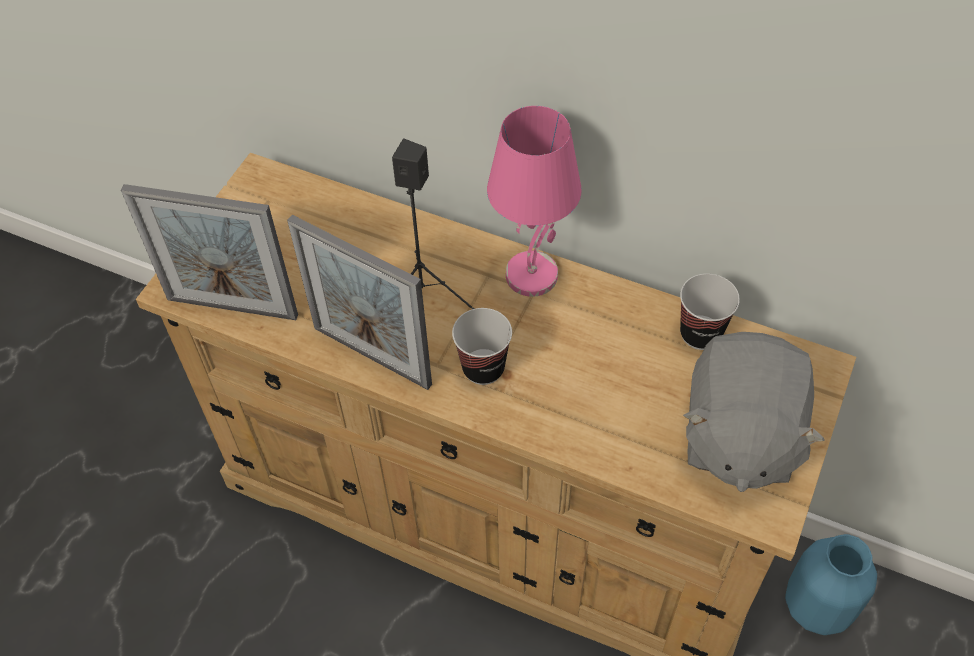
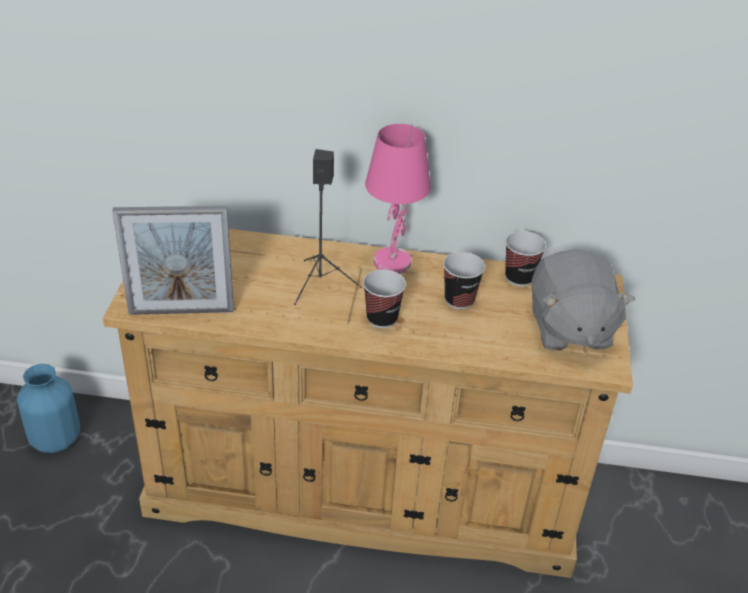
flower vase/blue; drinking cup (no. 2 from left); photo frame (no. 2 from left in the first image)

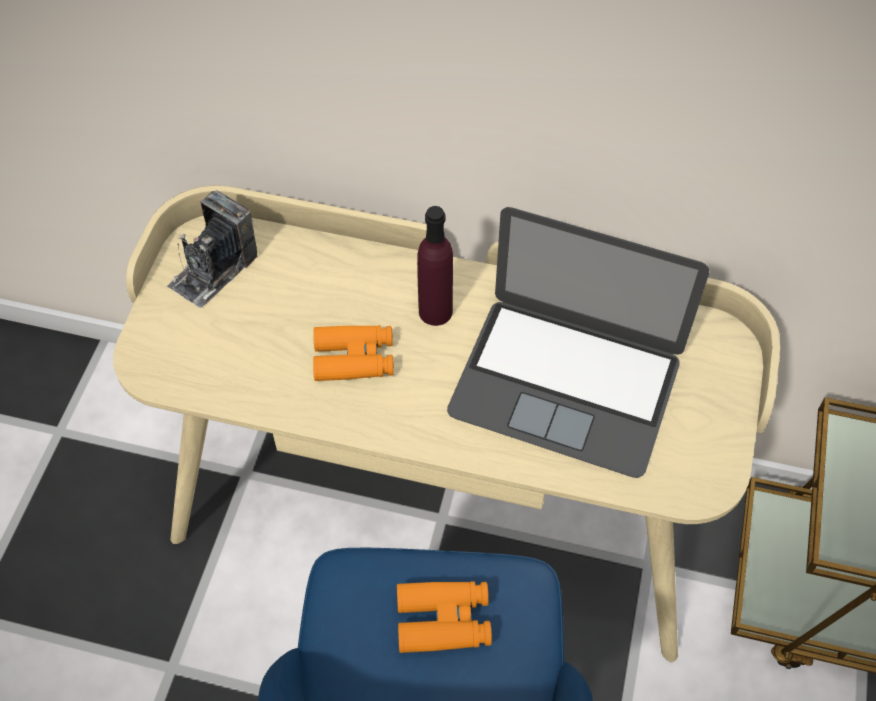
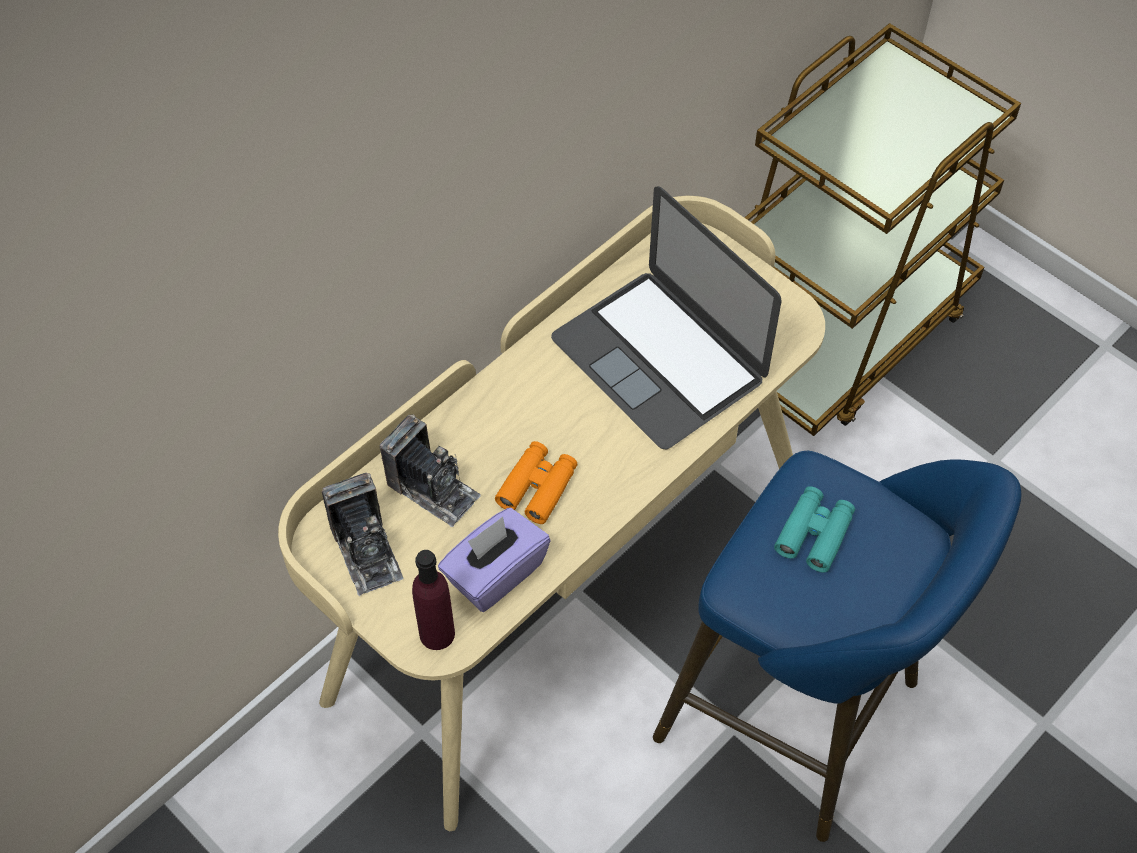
photo camera (no. 2 from left); beverage bottle/purple-coloured; box of tissues/purple-coloured; laptop; binoculars/blue-green

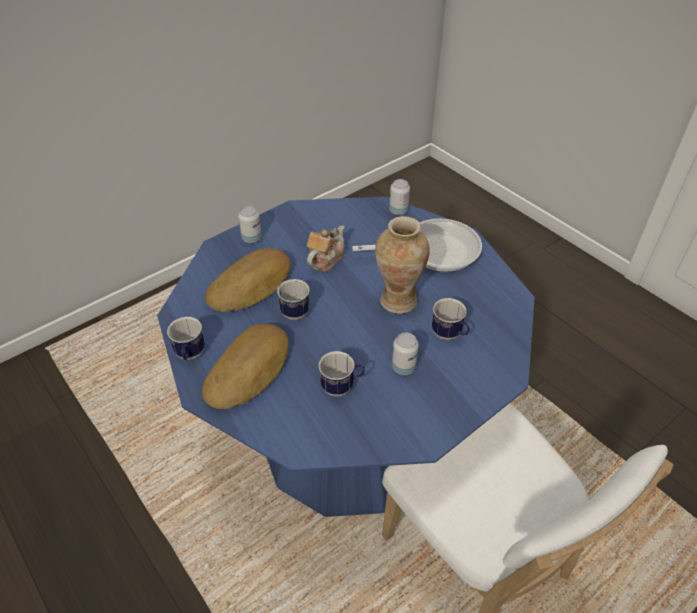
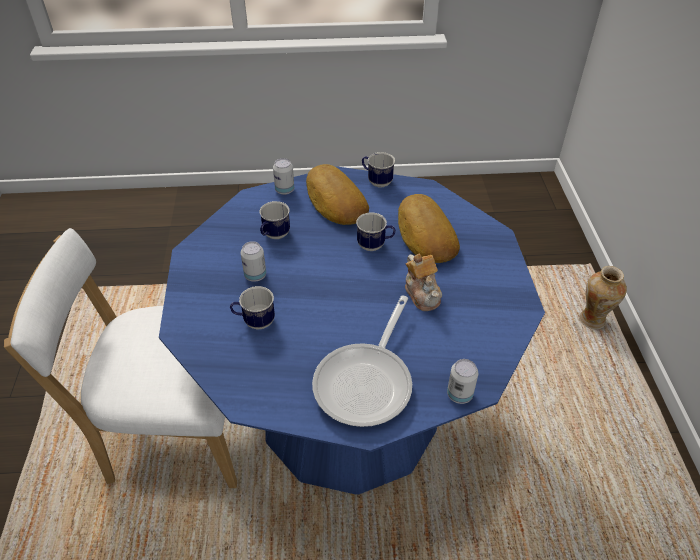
can (no. 2 from left); flower vase

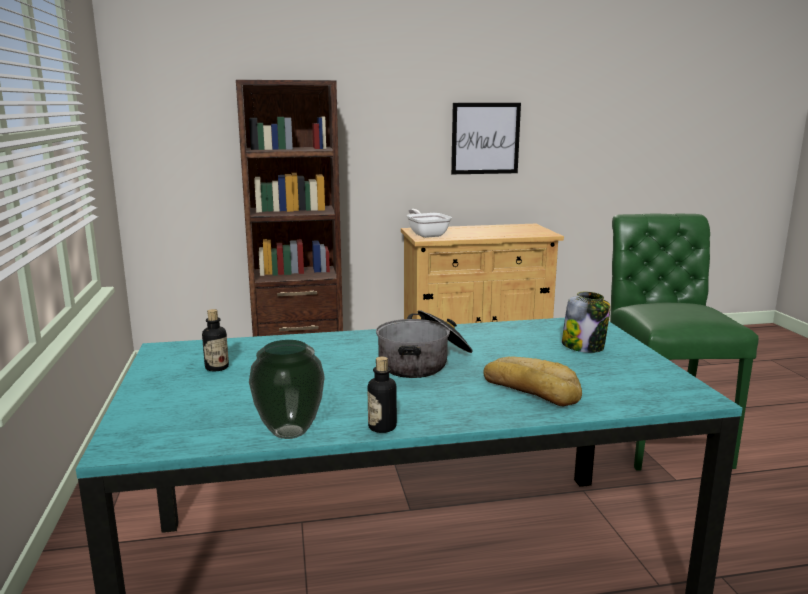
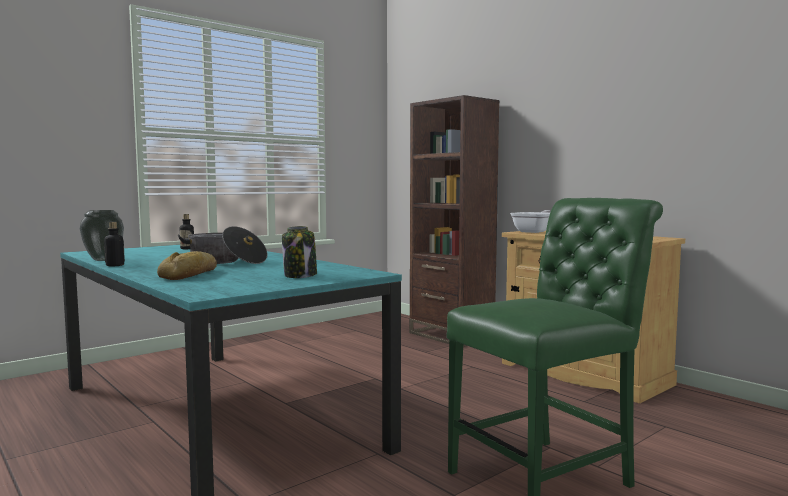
wall art

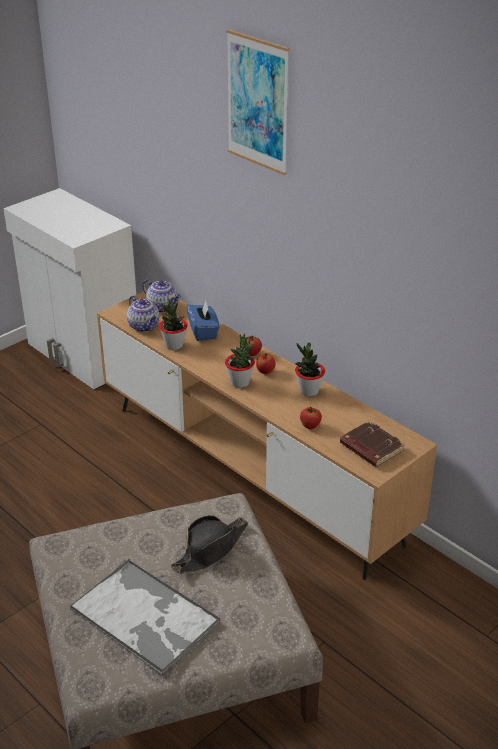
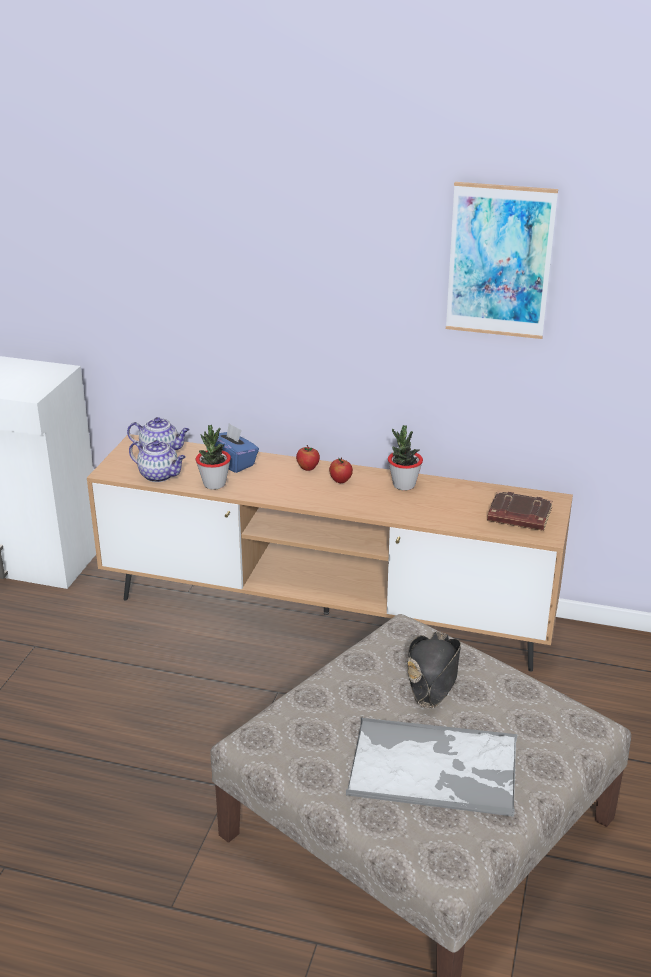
wall art; houseplant (no. 2 from left in the first image); apple (no. 3 from left in the first image)

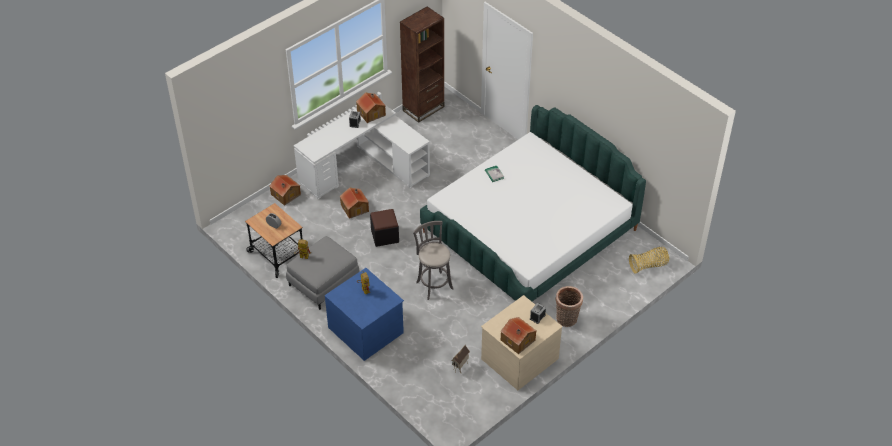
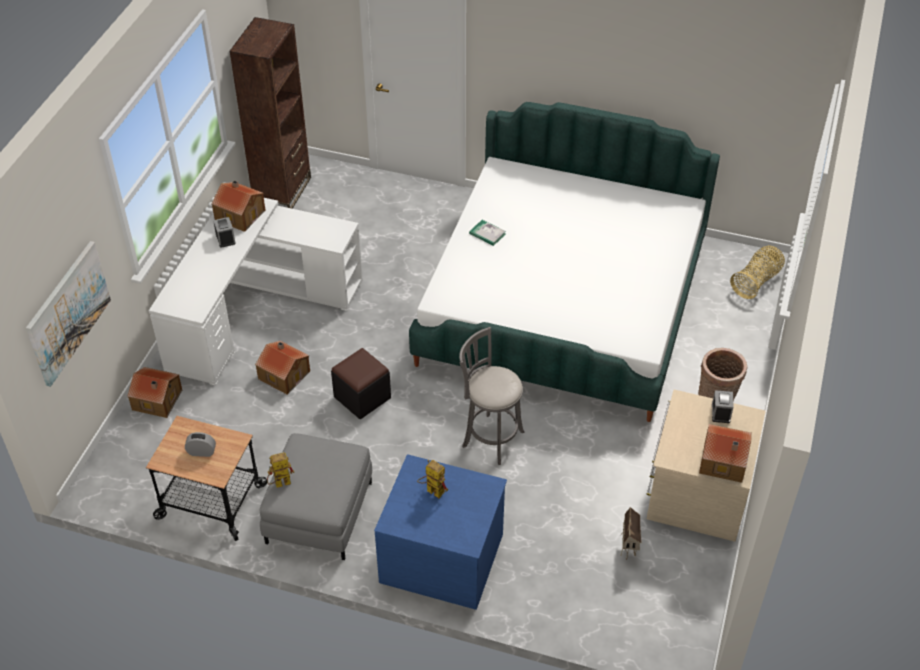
wall art

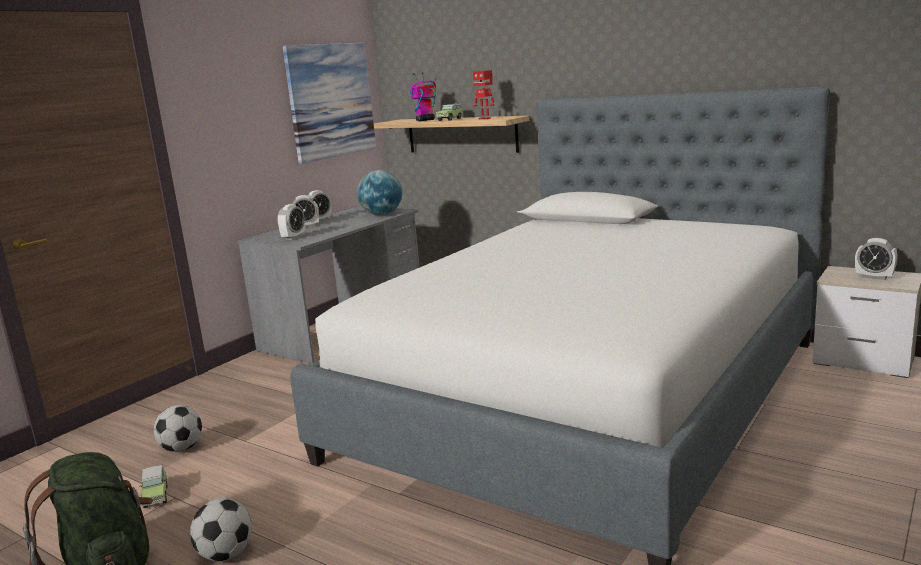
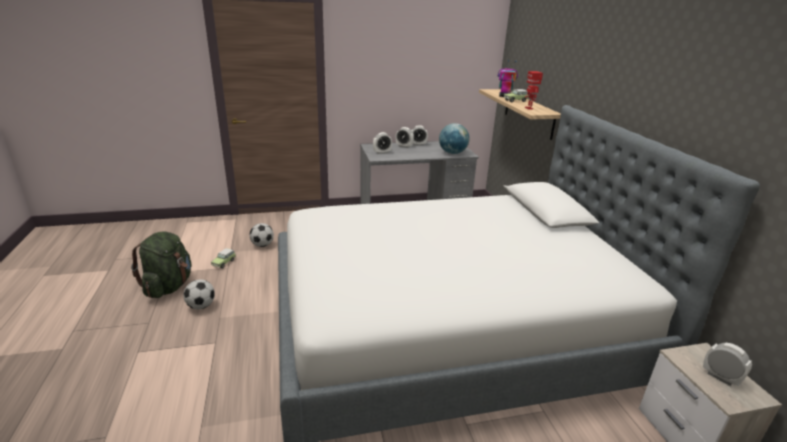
alarm clock (no. 4 from left); wall art

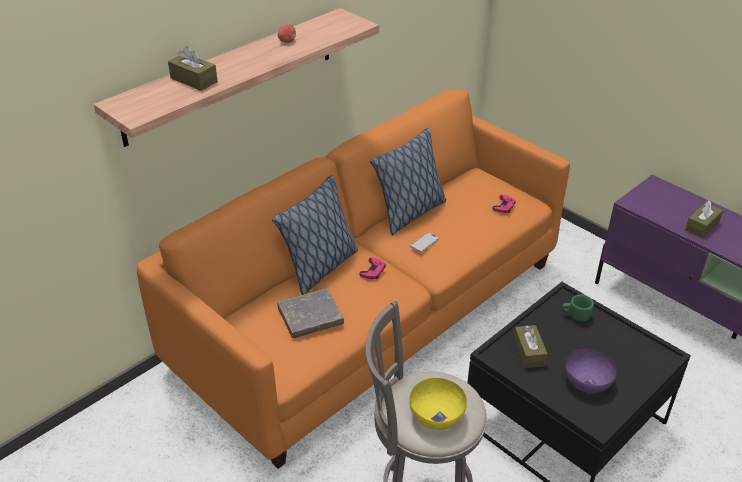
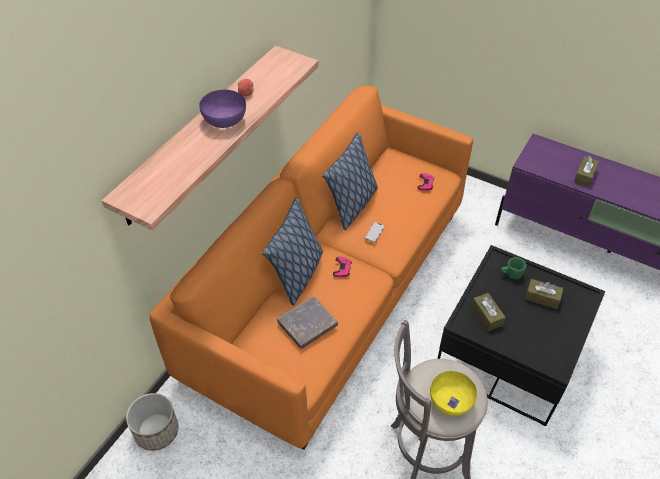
plant pot; bowl/purple-coloured; box of tissues/brownish (no. 2 from left)

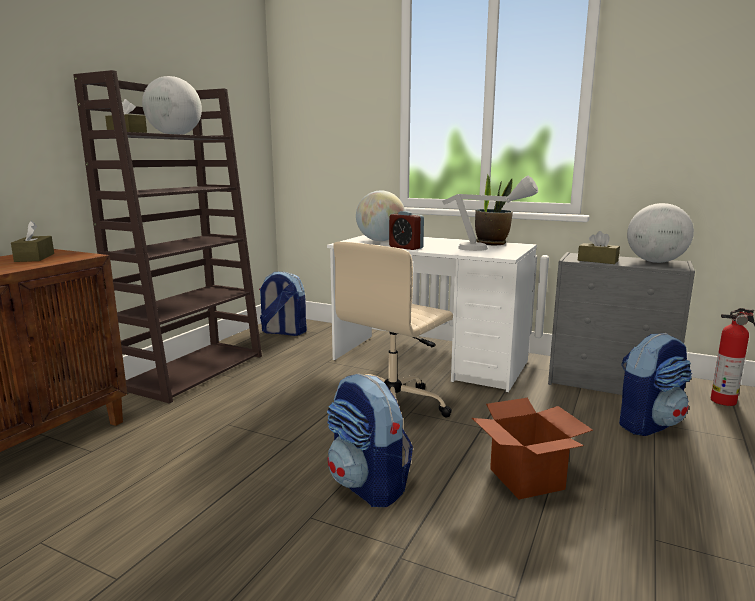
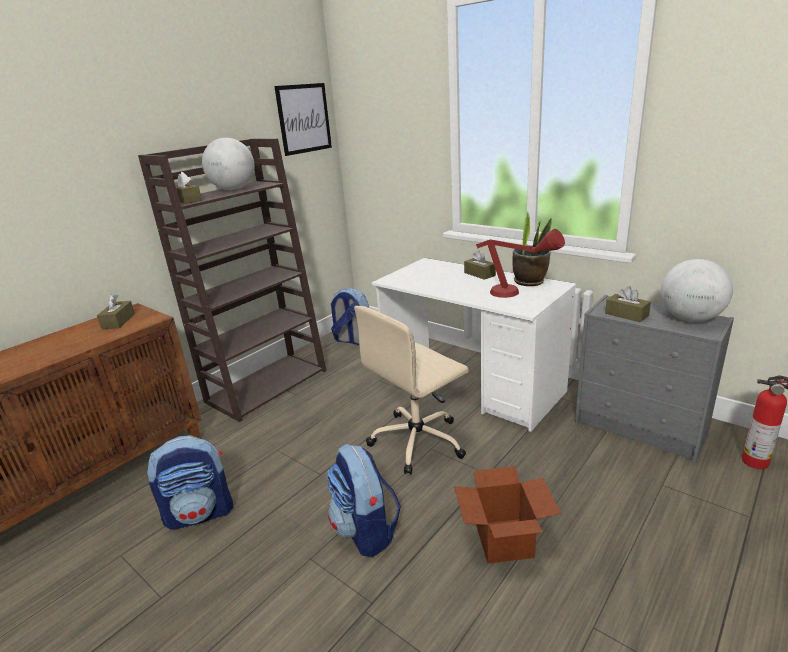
backpack (no. 1 from left); wall art; box of tissues/brownish (no. 3 from left); lamp for a table/reddish; globe (no. 2 from left in the first image); alarm clock

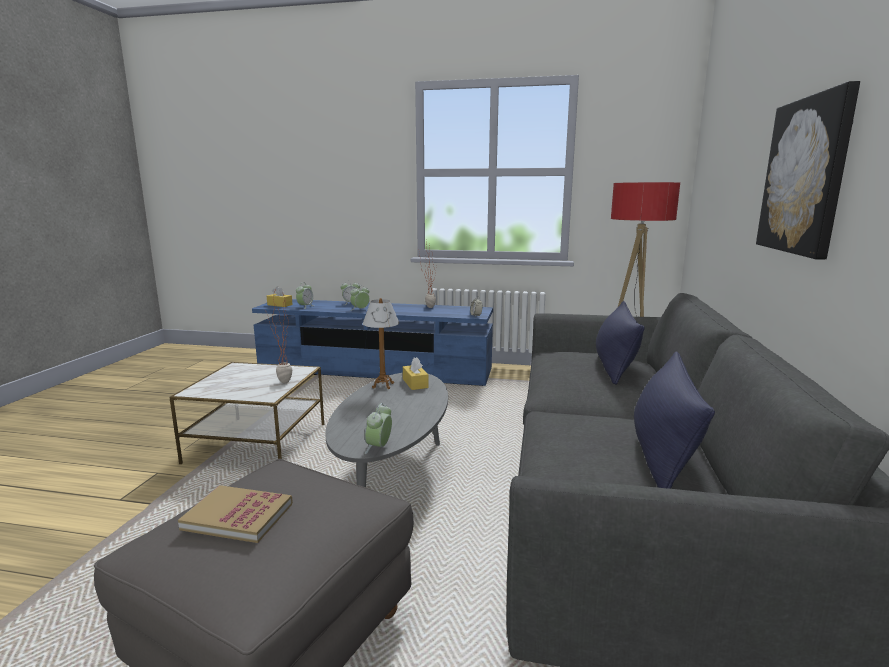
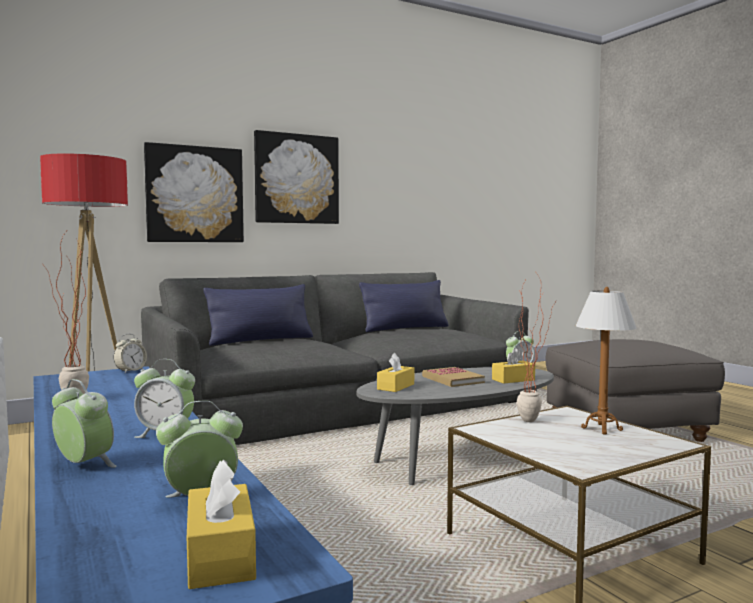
wall art (no. 1 from left); bound book; box of tissues/yellowish (no. 3 from left); lamp for a table

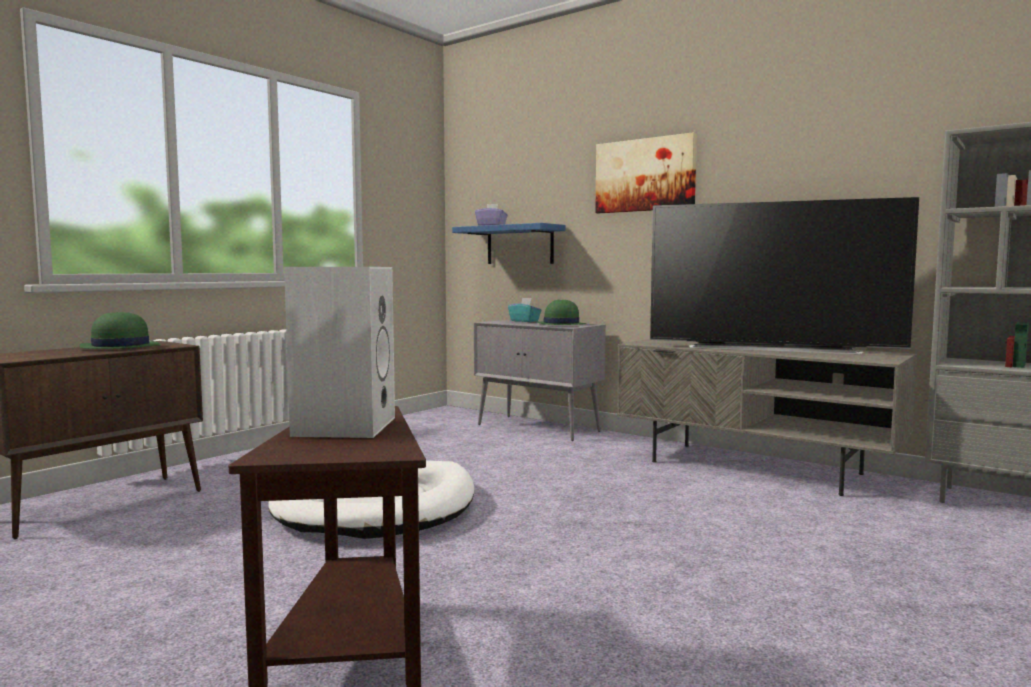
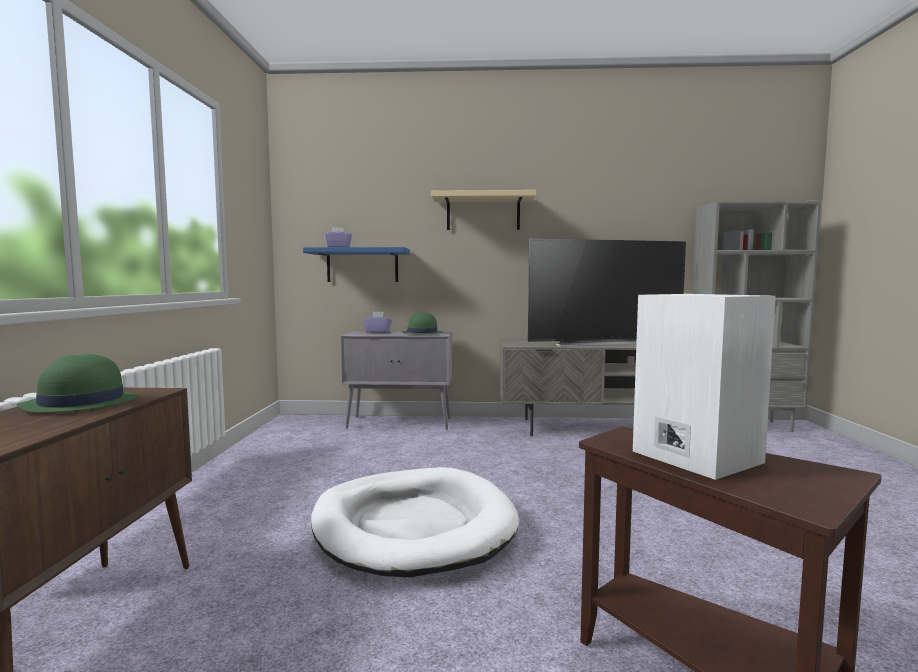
box of tissues/purple-coloured (no. 2 from left); shelf/beige

